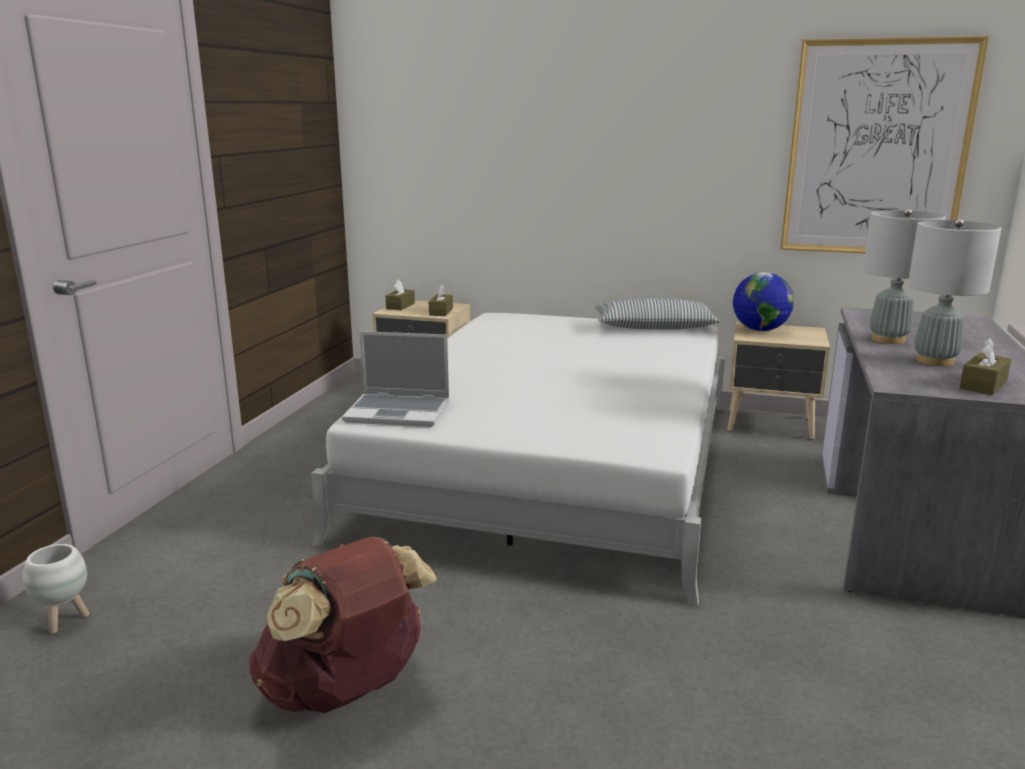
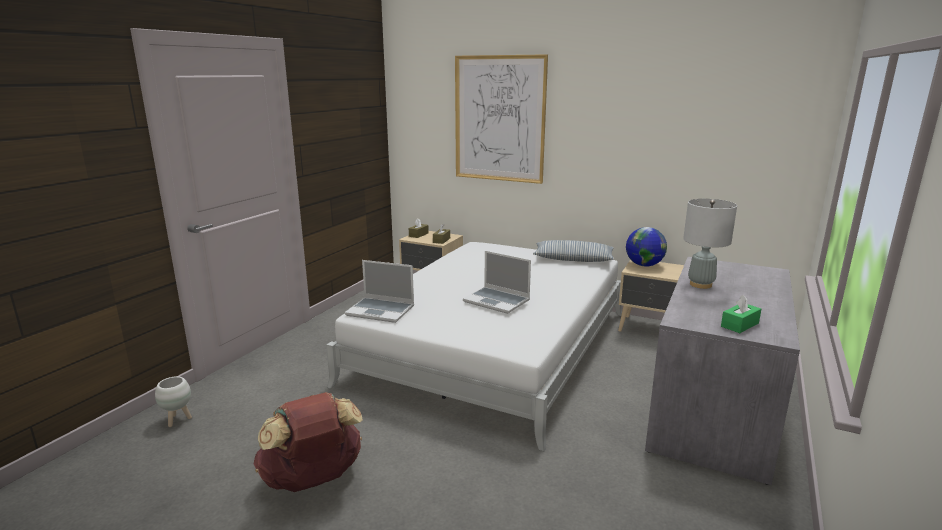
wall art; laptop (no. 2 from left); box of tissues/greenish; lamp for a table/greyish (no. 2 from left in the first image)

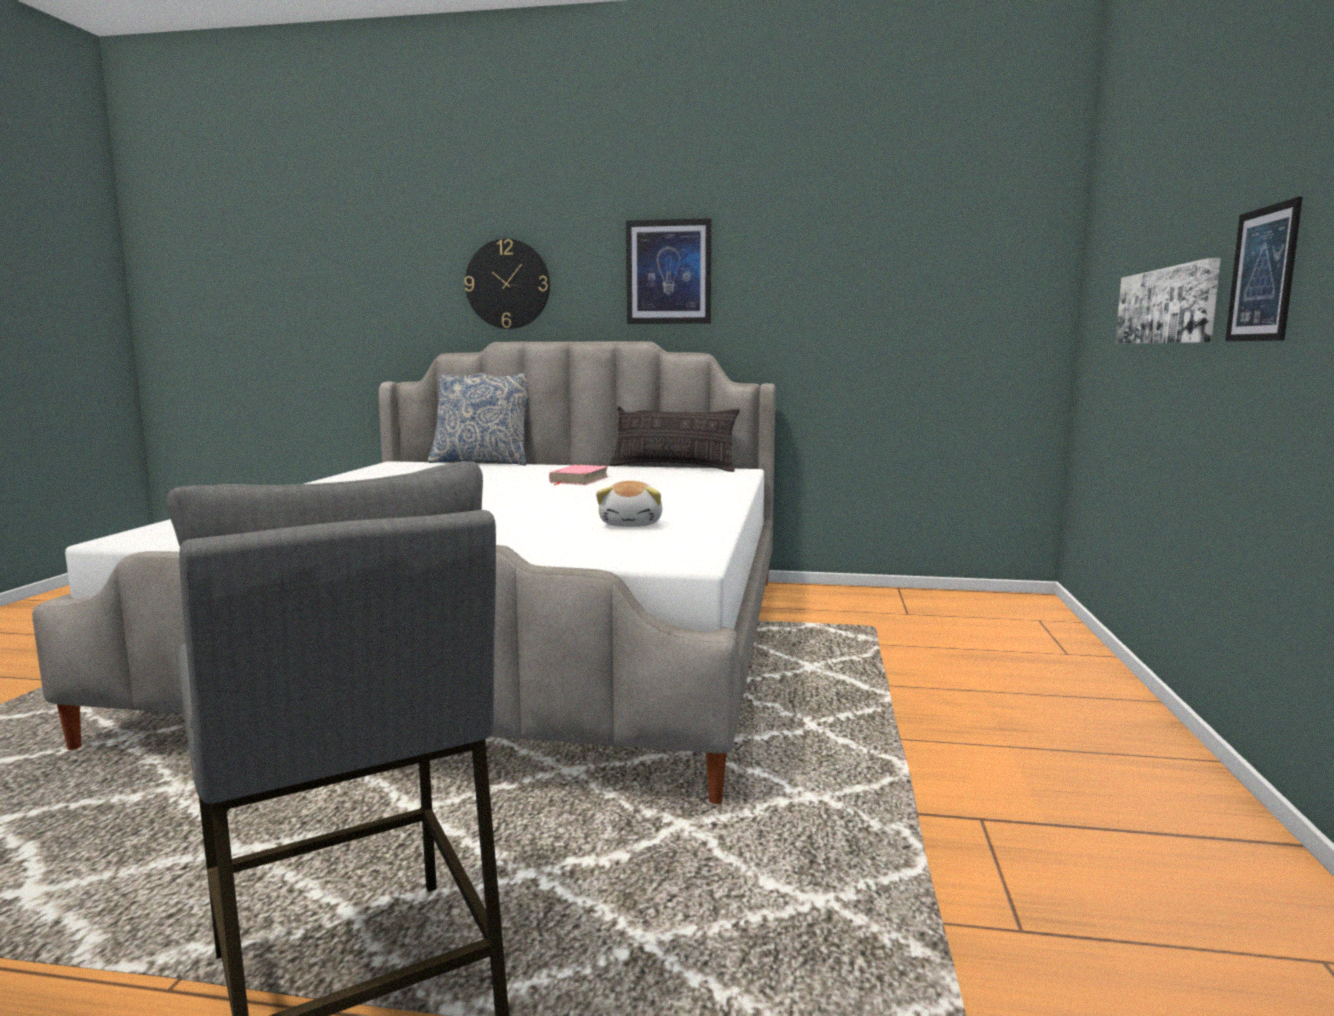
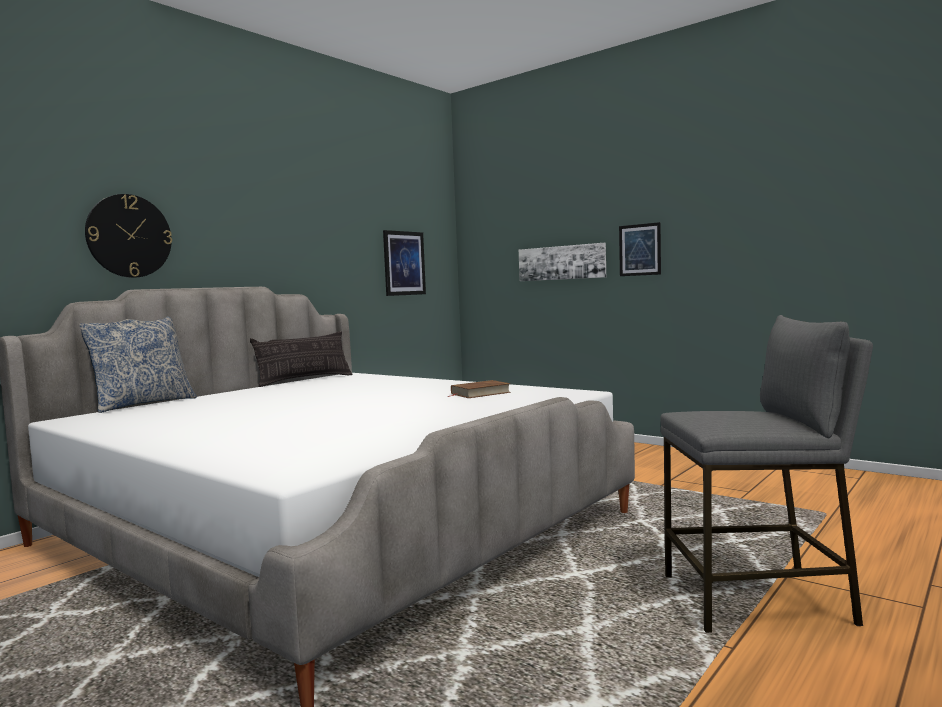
wall art (no. 1 from left); bound book/brownish; bound book/pinkish

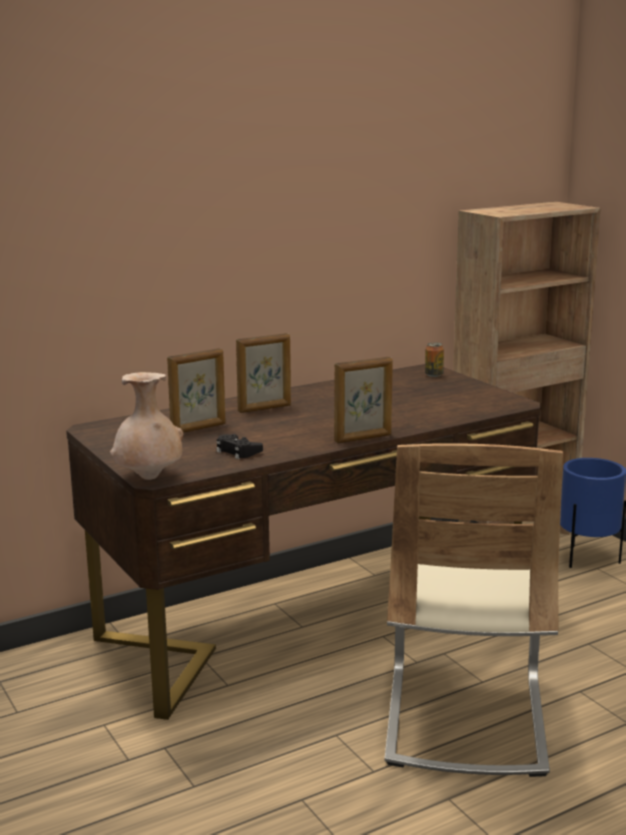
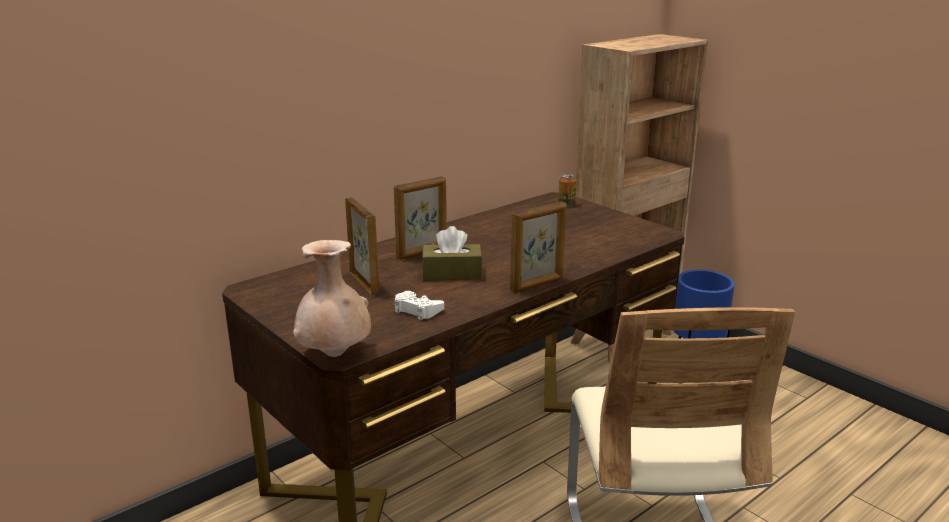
photo frame (no. 1 from left); game controller/white; box of tissues/brownish

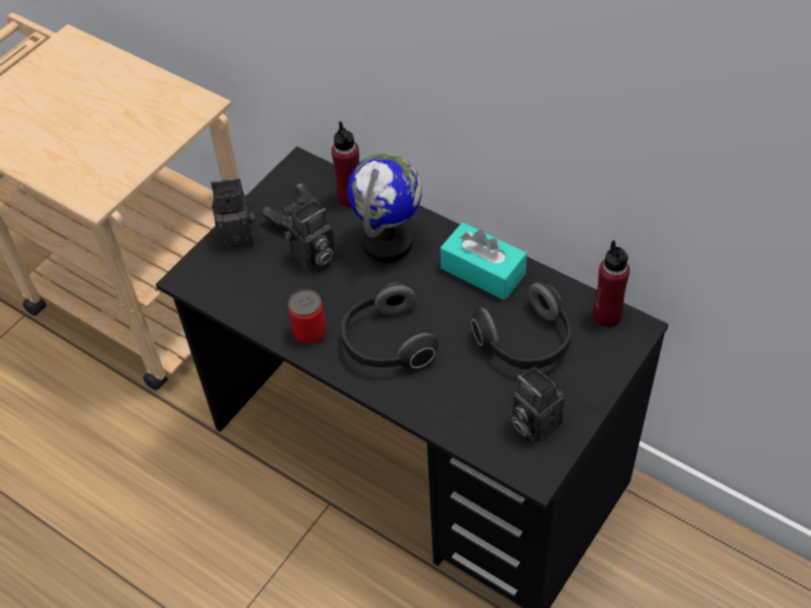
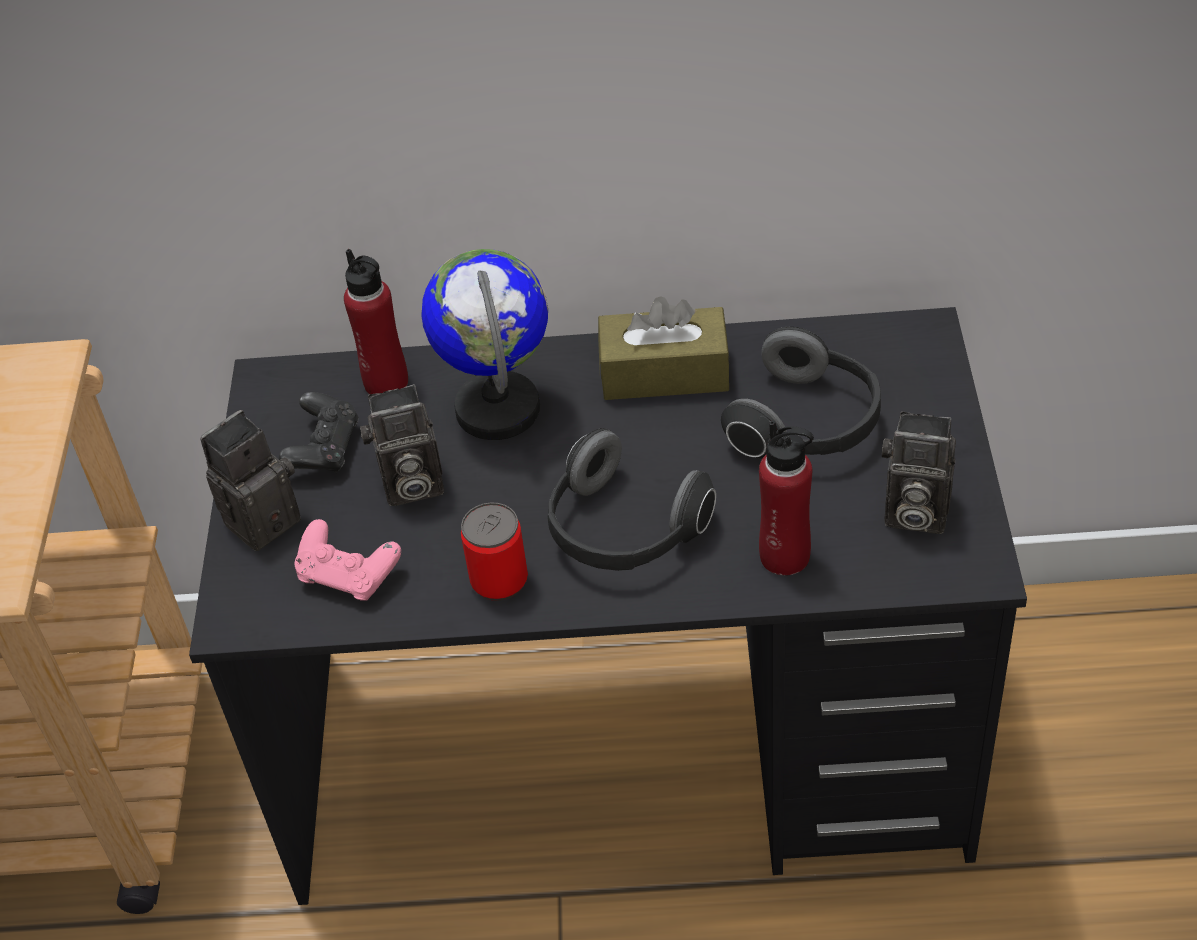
game controller/pinkish; photo camera (no. 2 from left); box of tissues/brownish; beverage bottle/reddish (no. 2 from left)

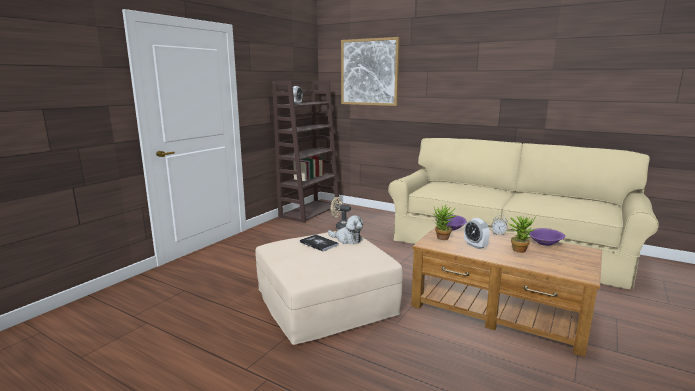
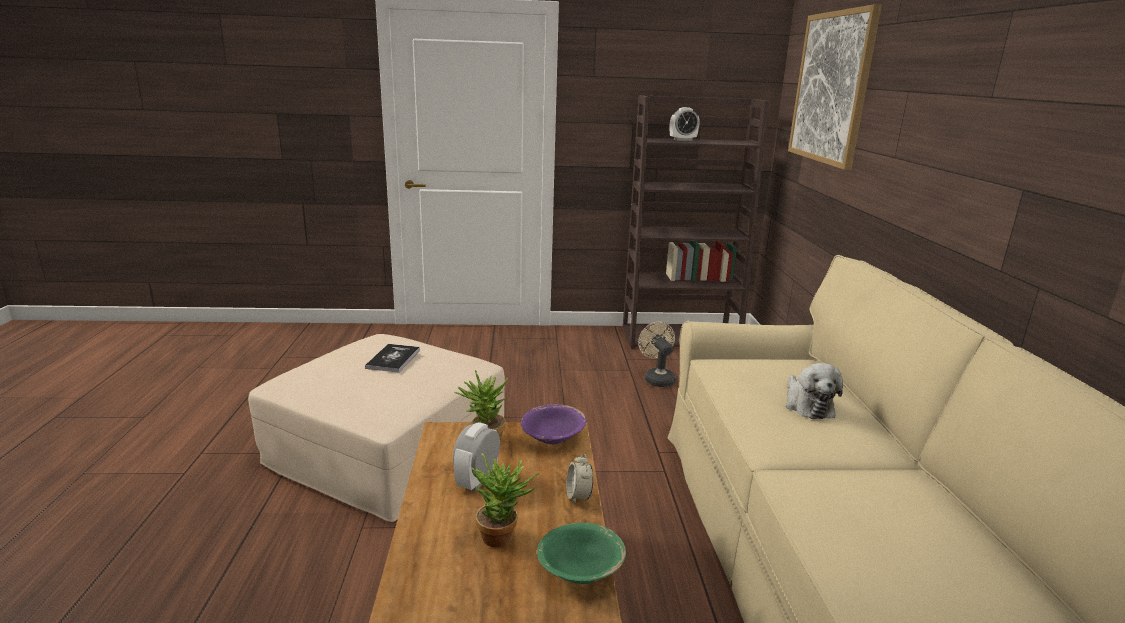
bowl/greenish; soft toy

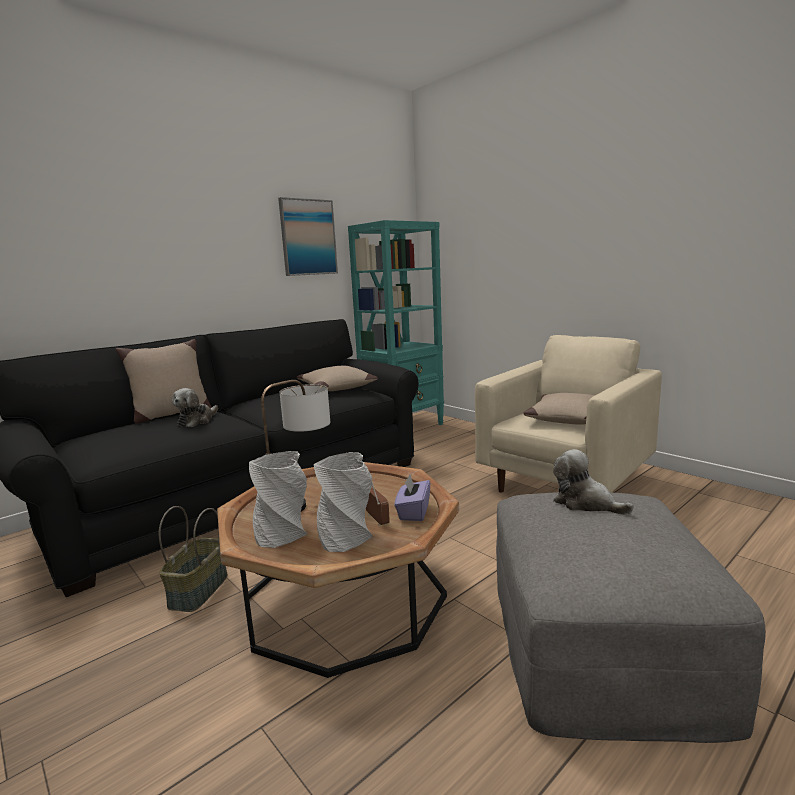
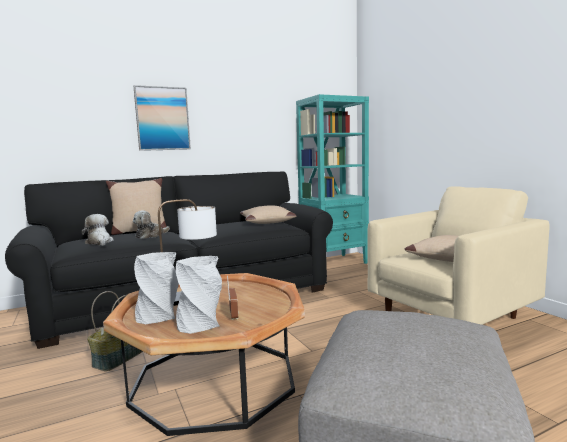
soft toy (no. 1 from left); wall art; box of tissues/purple-coloured

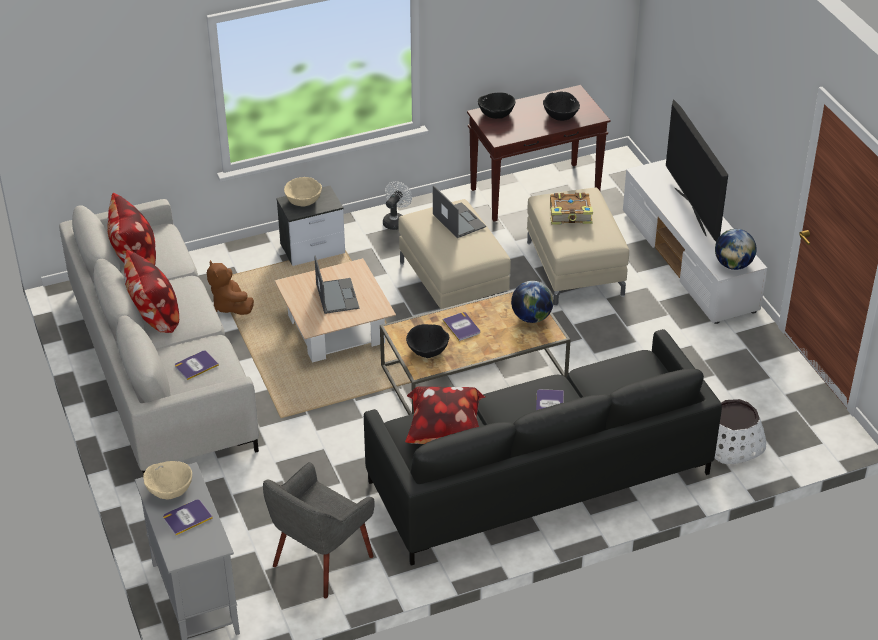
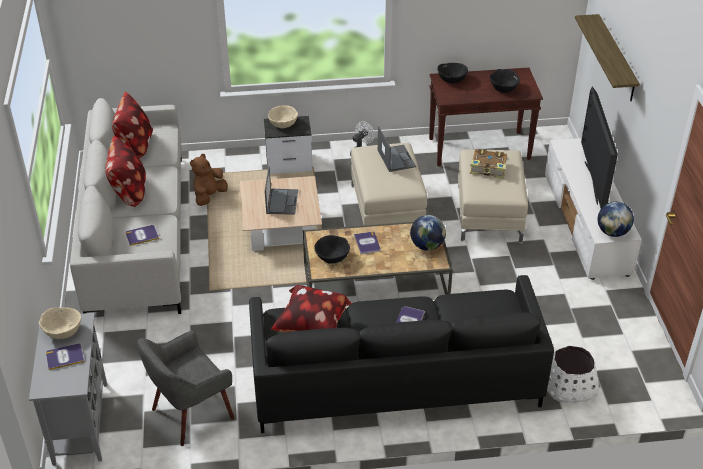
soft toy/brownish; shelf

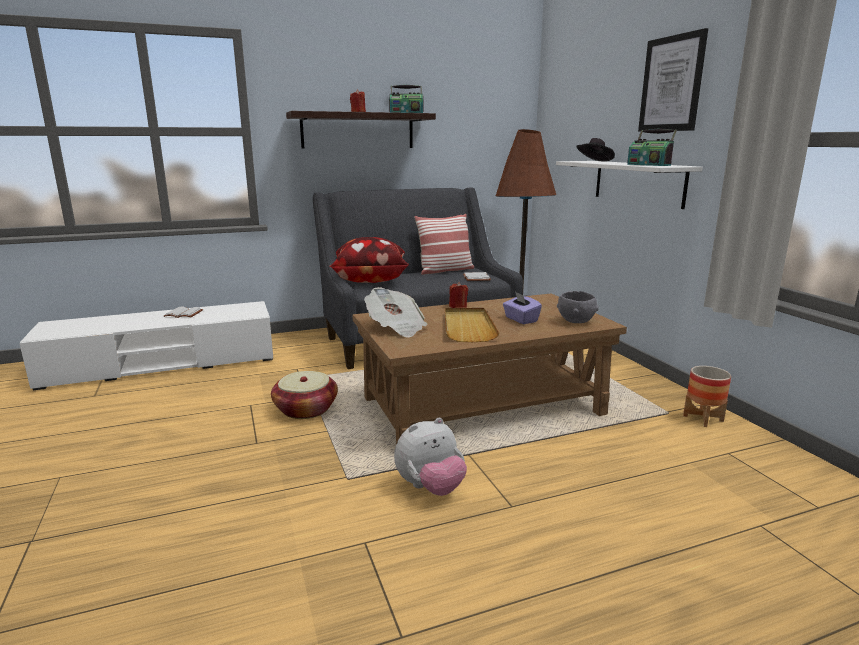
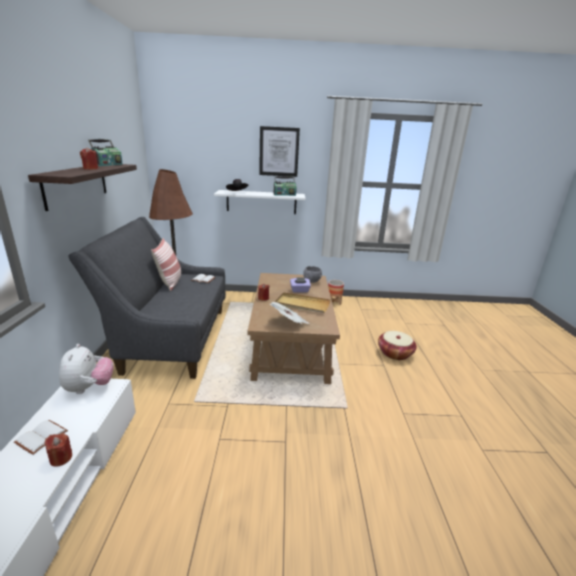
wax candle/reddish (no. 1 from left); soft toy; basket; cushion (no. 1 from left in the first image)

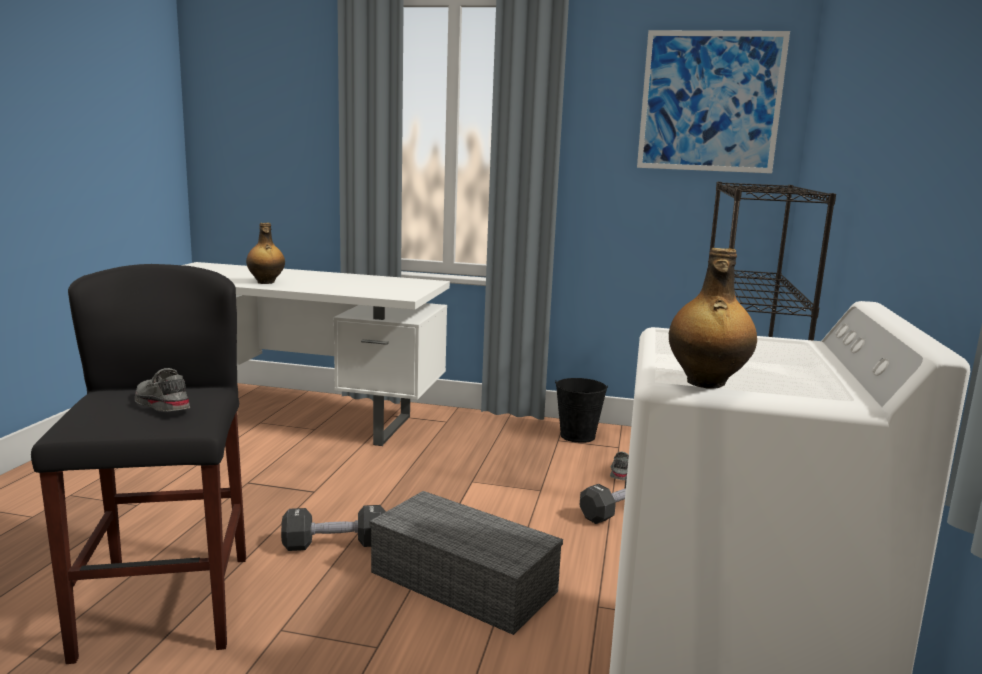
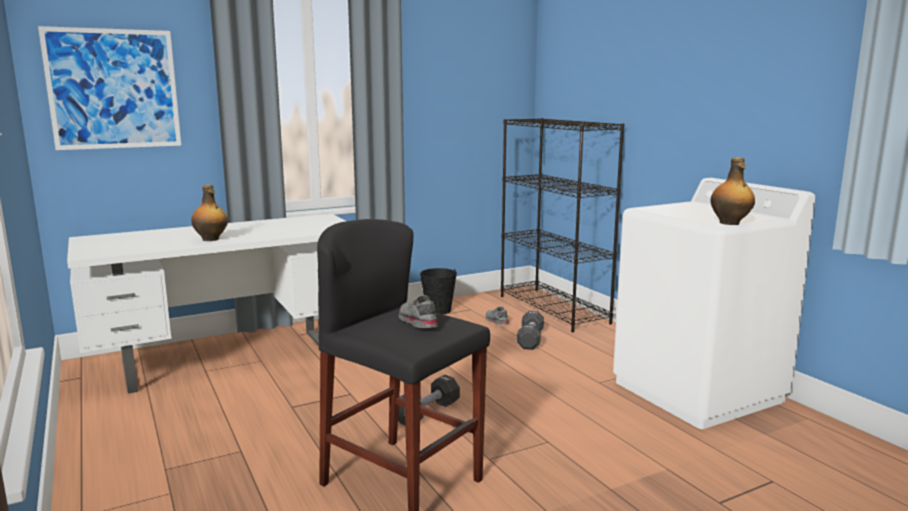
wall art; shoe/greyish (no. 1 from left); storage box/greyish

